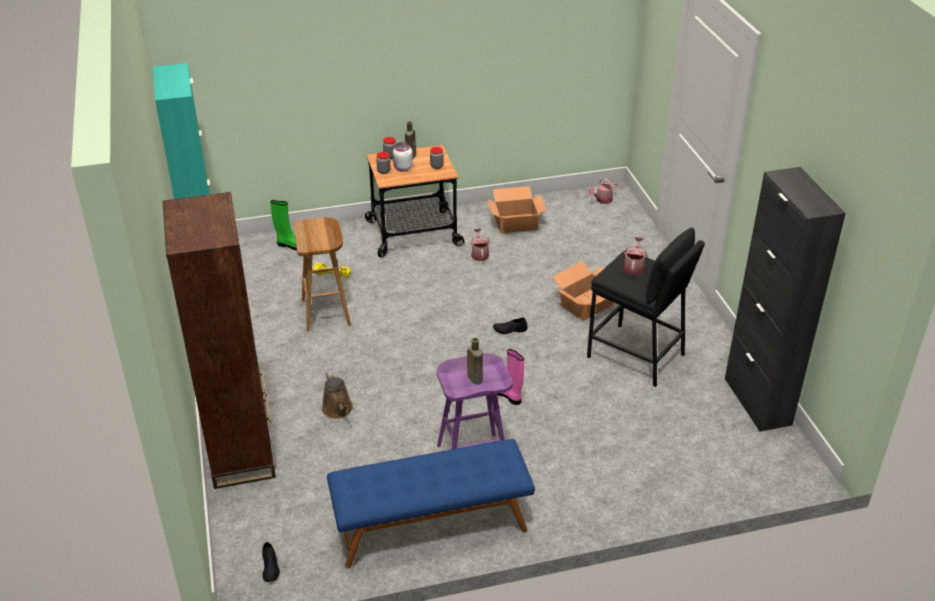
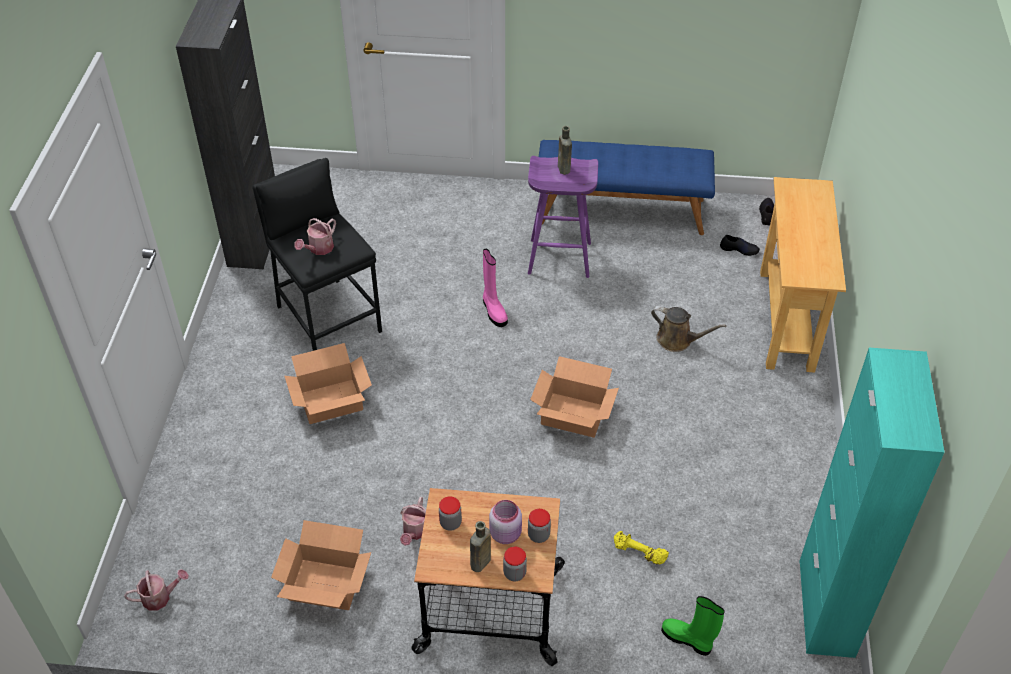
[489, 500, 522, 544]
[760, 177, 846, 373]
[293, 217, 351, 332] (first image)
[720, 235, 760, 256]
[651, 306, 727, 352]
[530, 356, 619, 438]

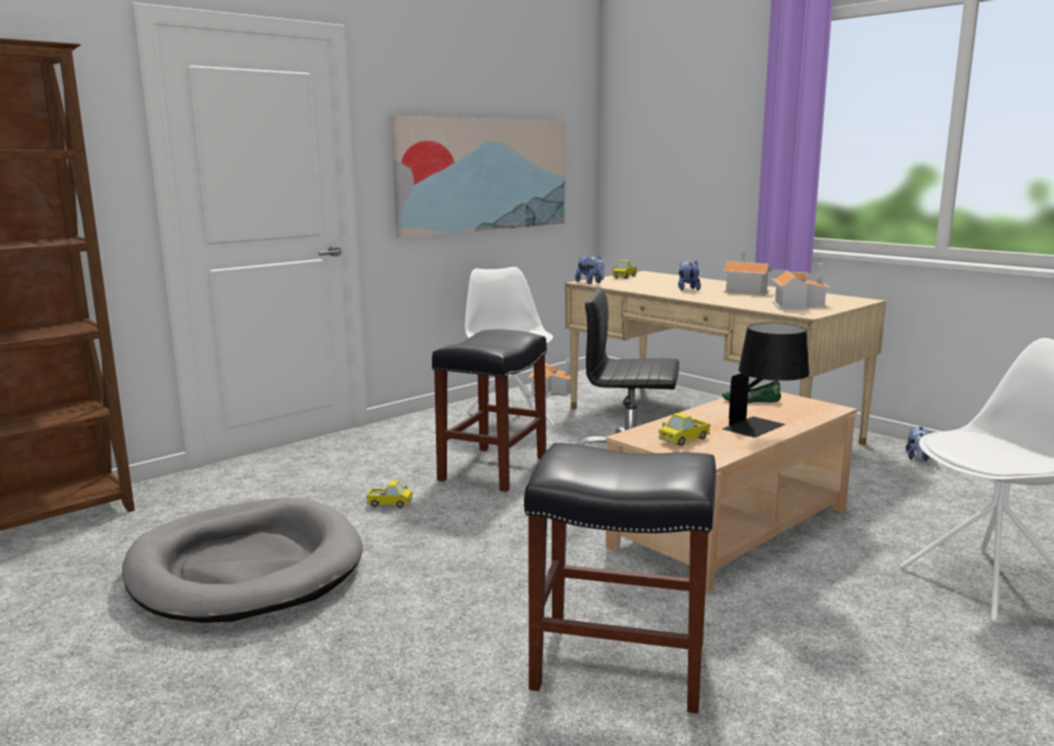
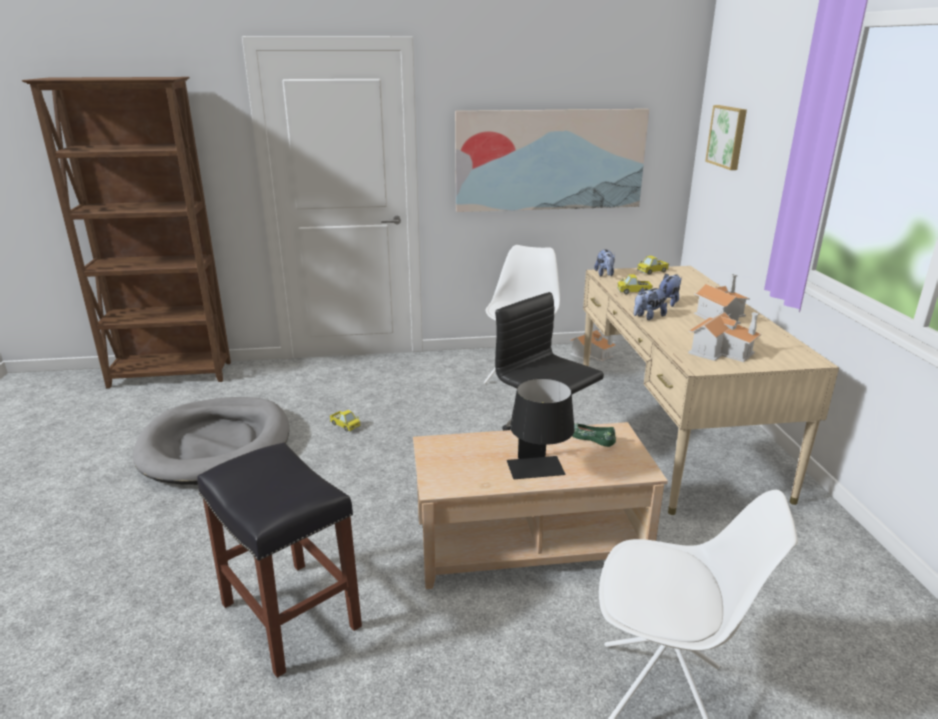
[432, 329, 547, 492] (first image)
[617, 274, 653, 295]
[634, 287, 667, 320]
[705, 105, 747, 170]

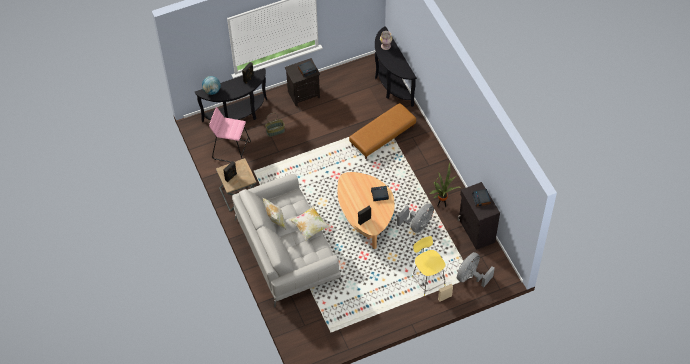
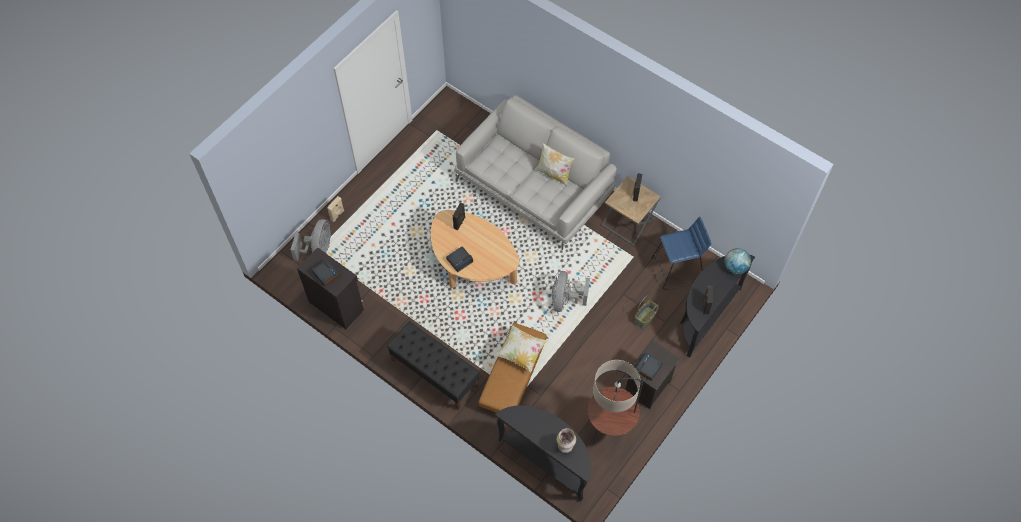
[651, 217, 711, 290]
[430, 162, 462, 207] (first image)
[552, 271, 590, 312]
[495, 325, 548, 372]
[412, 236, 445, 296] (first image)
[387, 321, 479, 410]
[588, 360, 643, 443]

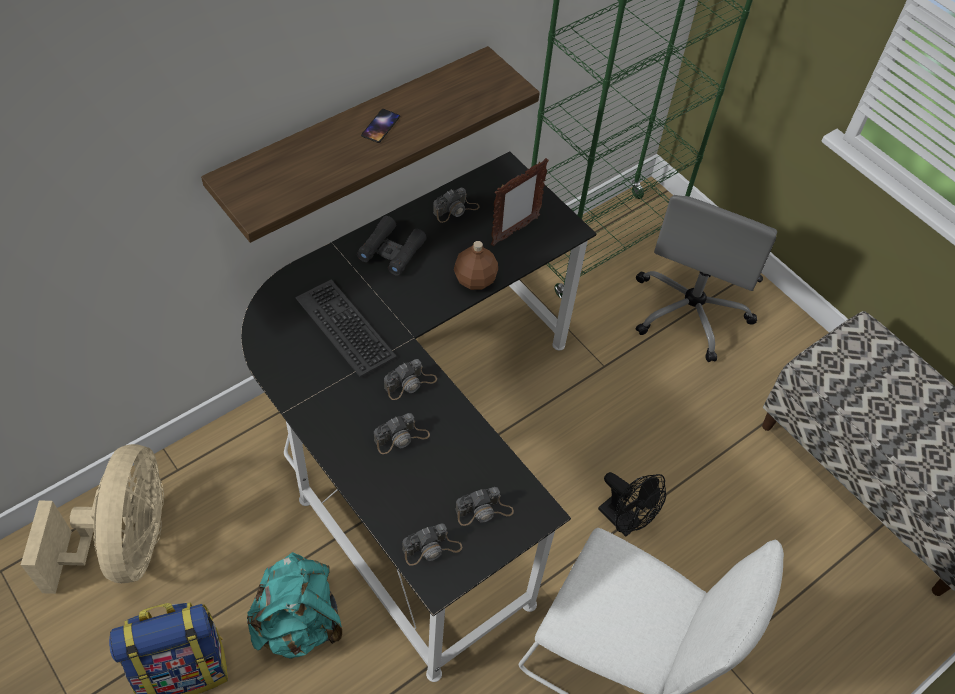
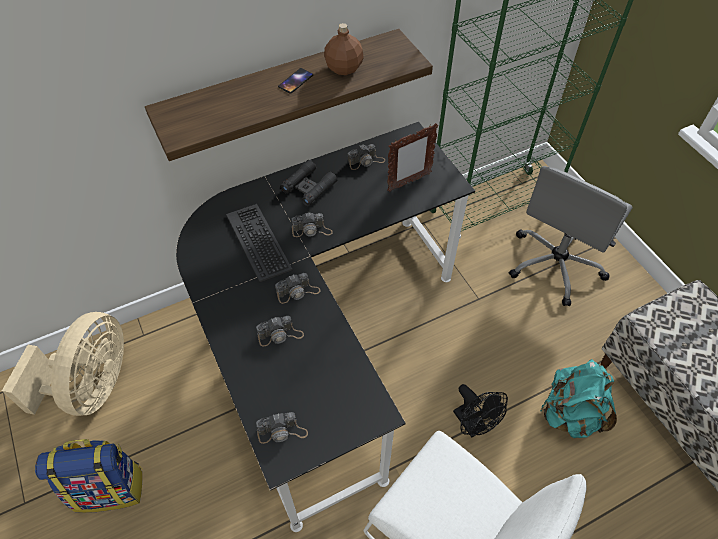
[324, 23, 364, 75]
[292, 212, 333, 237]
[541, 359, 617, 438]

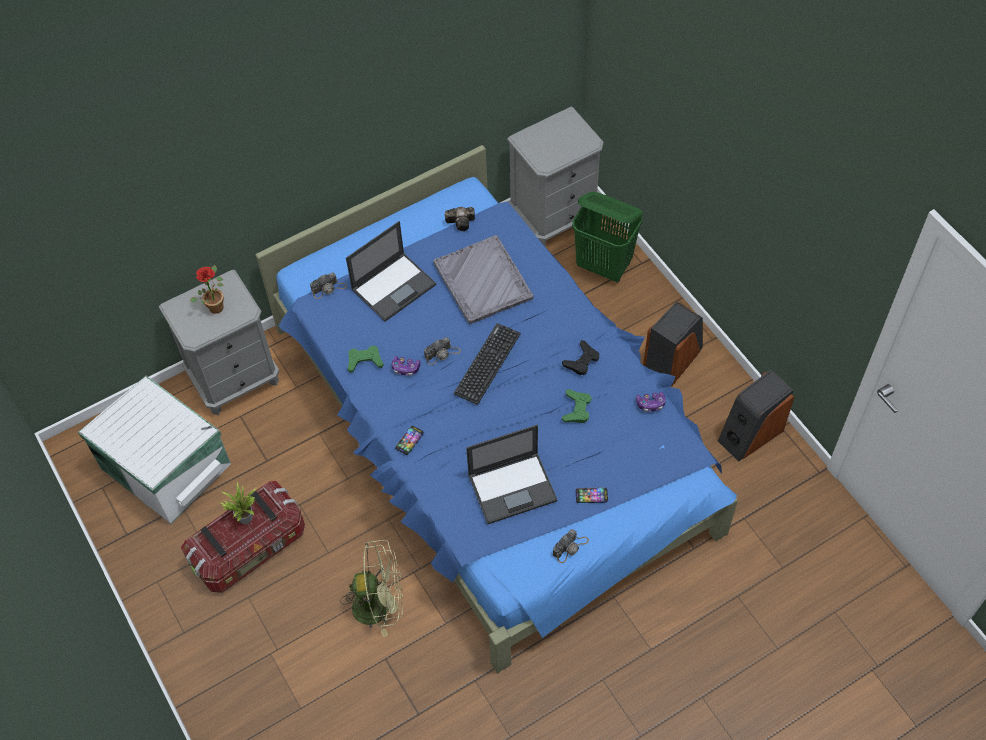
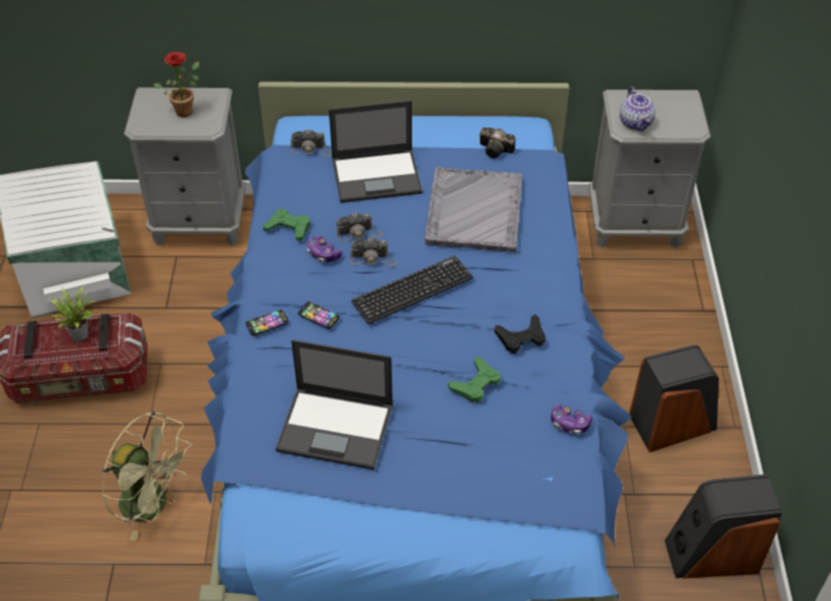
[572, 192, 643, 283] (first image)
[298, 301, 340, 329]
[336, 213, 382, 241]
[620, 87, 656, 131]

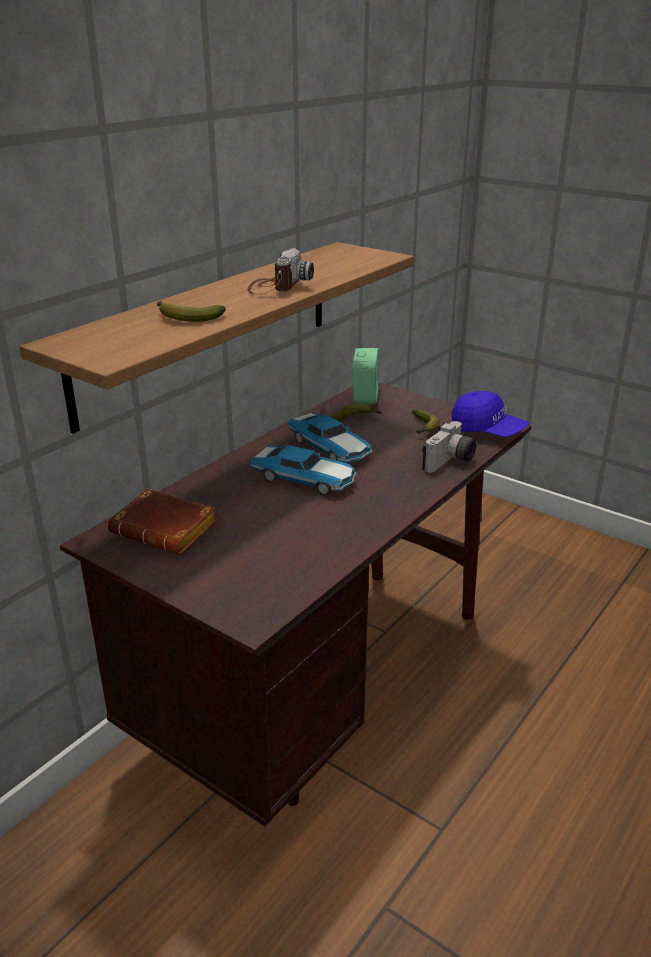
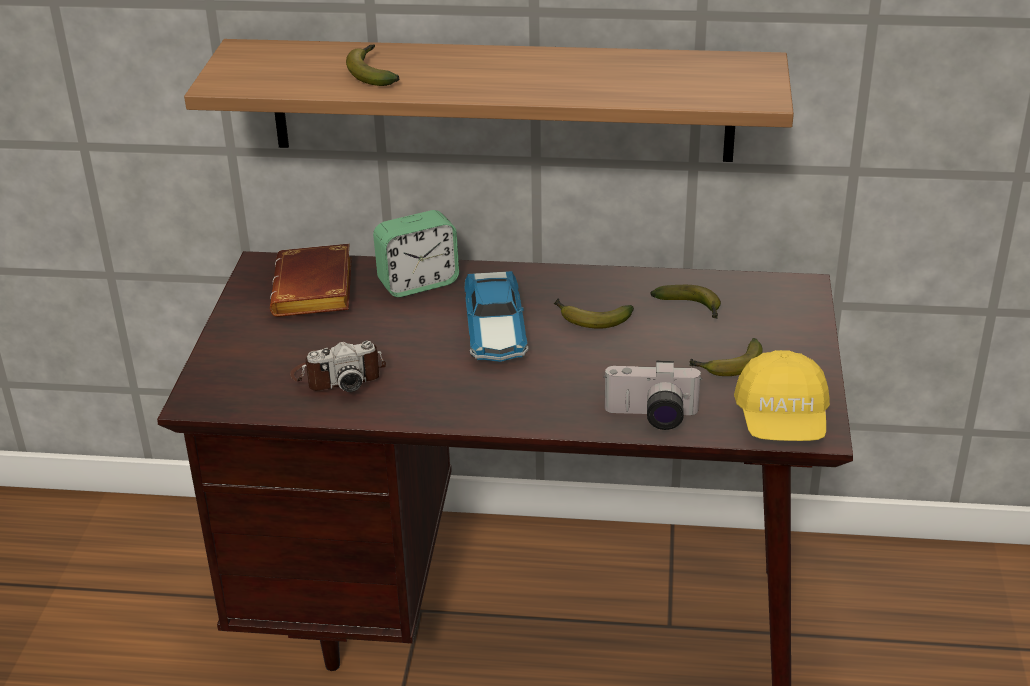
[290, 341, 386, 392]
[373, 210, 459, 297]
[734, 350, 830, 441]
[554, 299, 634, 328]

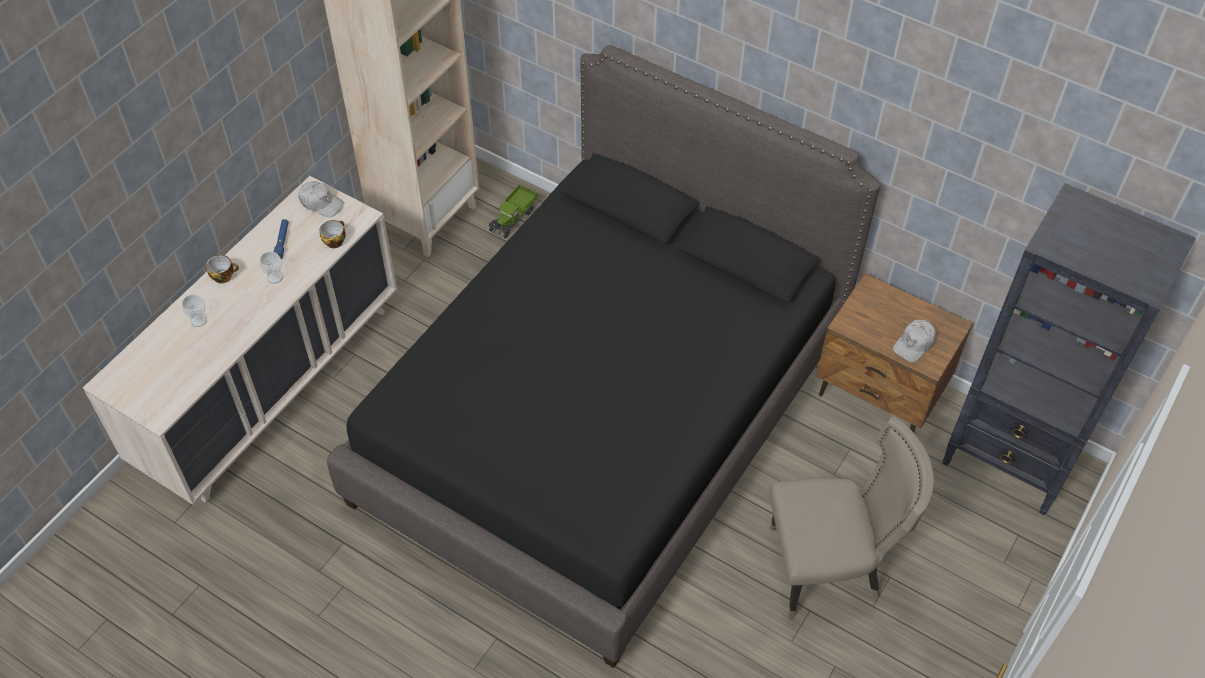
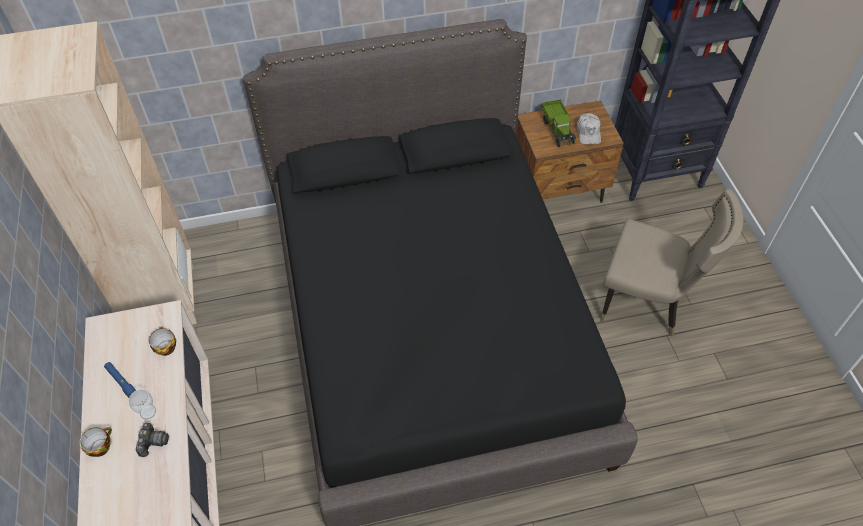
[298, 181, 344, 217] (first image)
[541, 99, 576, 147]
[182, 295, 207, 327] (first image)
[600, 189, 744, 336]
[136, 423, 169, 457]

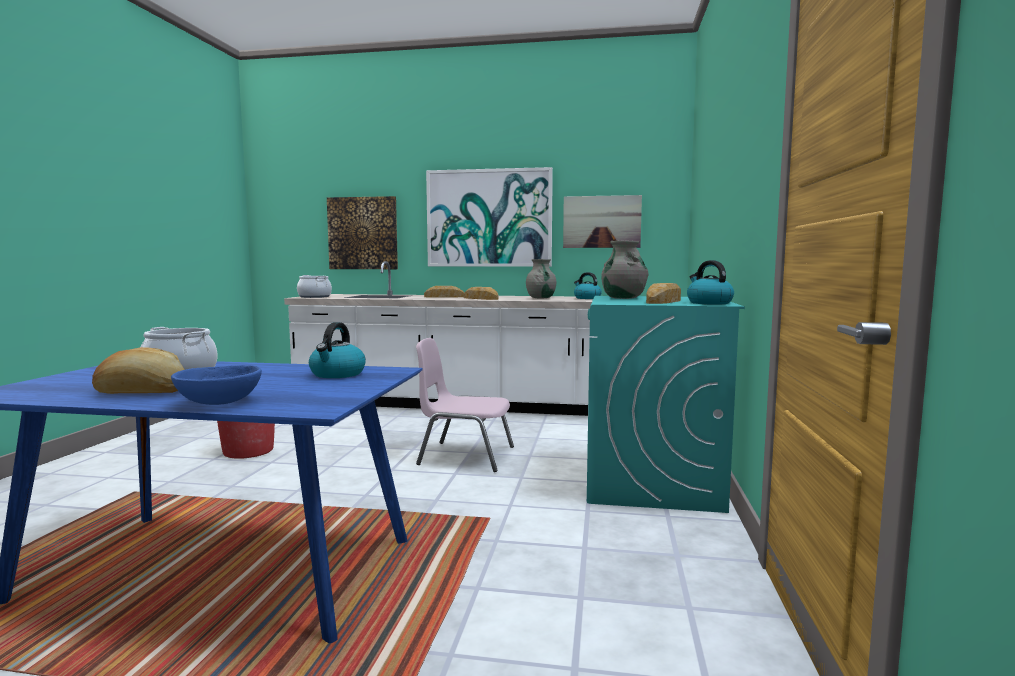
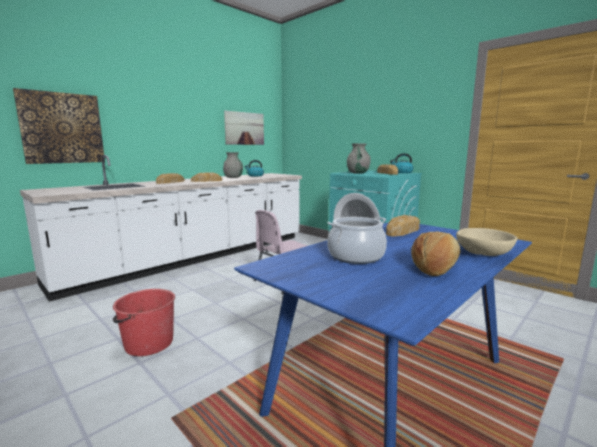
[426, 167, 553, 267] (first image)
[297, 275, 332, 298] (first image)
[386, 215, 420, 236]
[456, 228, 517, 256]

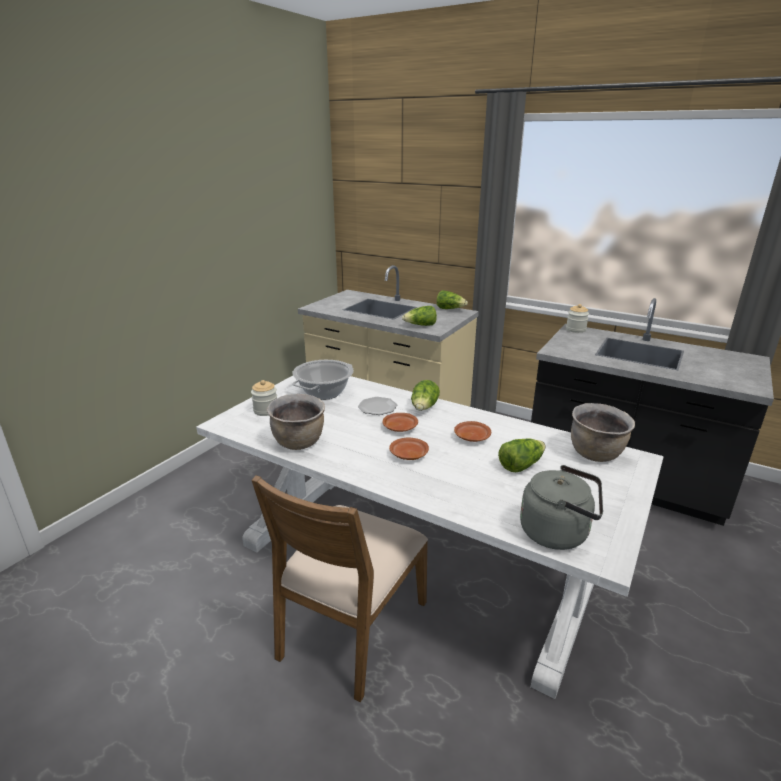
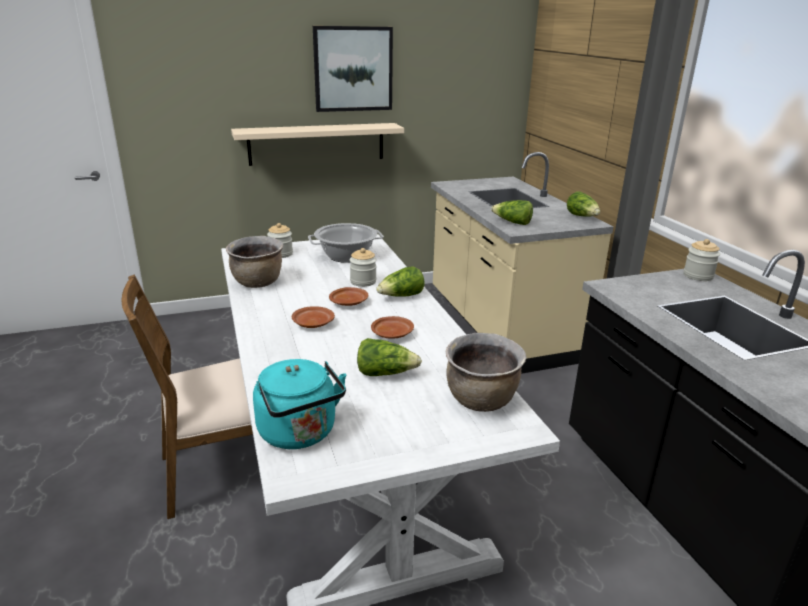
[350, 248, 377, 287]
[253, 359, 346, 449]
[313, 26, 393, 112]
[231, 123, 404, 166]

